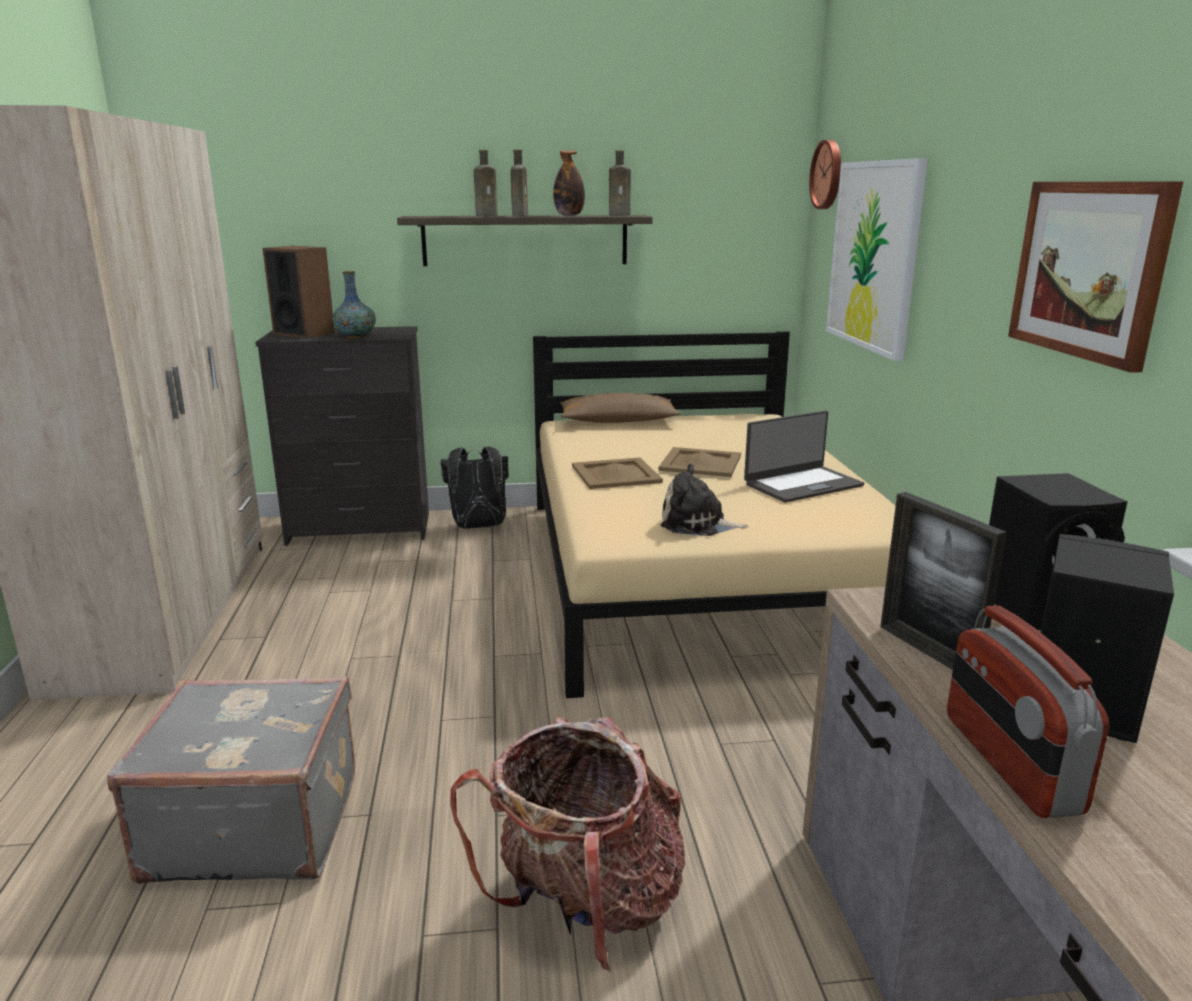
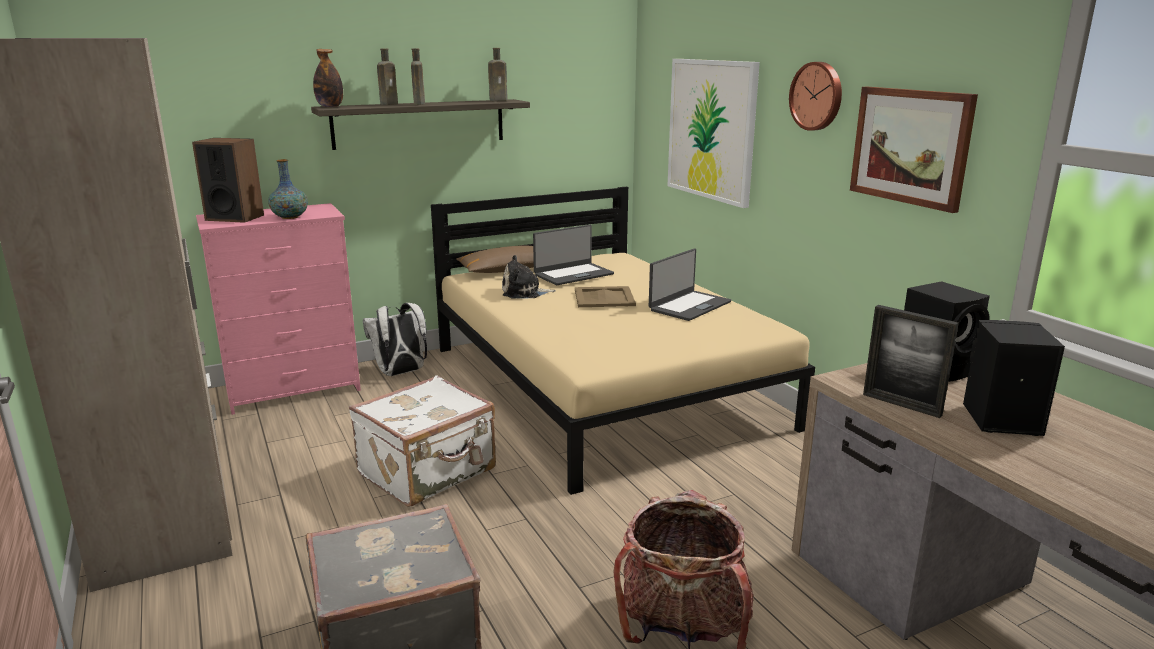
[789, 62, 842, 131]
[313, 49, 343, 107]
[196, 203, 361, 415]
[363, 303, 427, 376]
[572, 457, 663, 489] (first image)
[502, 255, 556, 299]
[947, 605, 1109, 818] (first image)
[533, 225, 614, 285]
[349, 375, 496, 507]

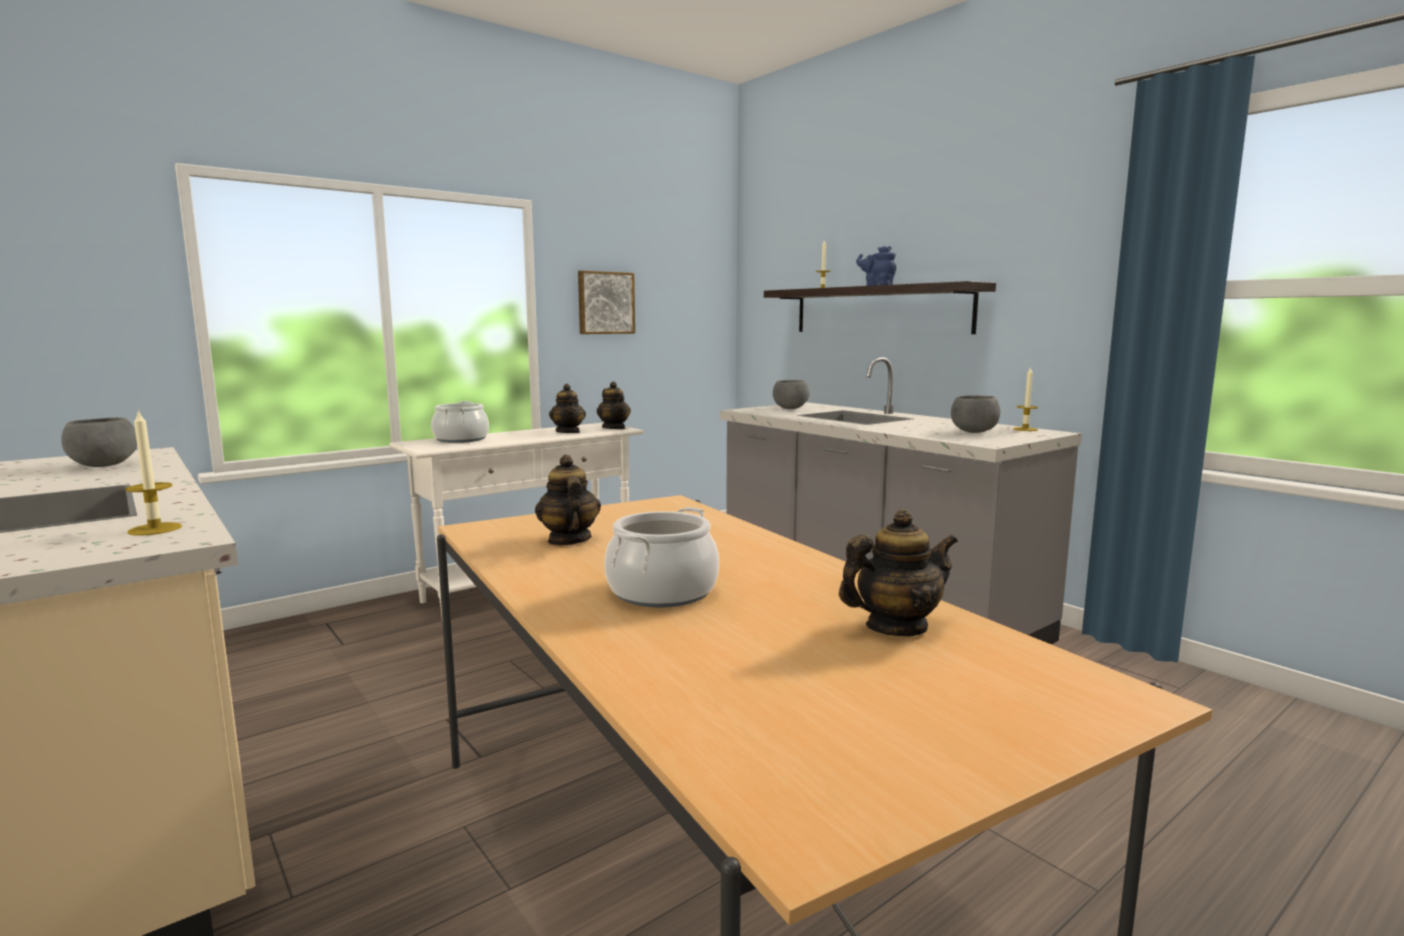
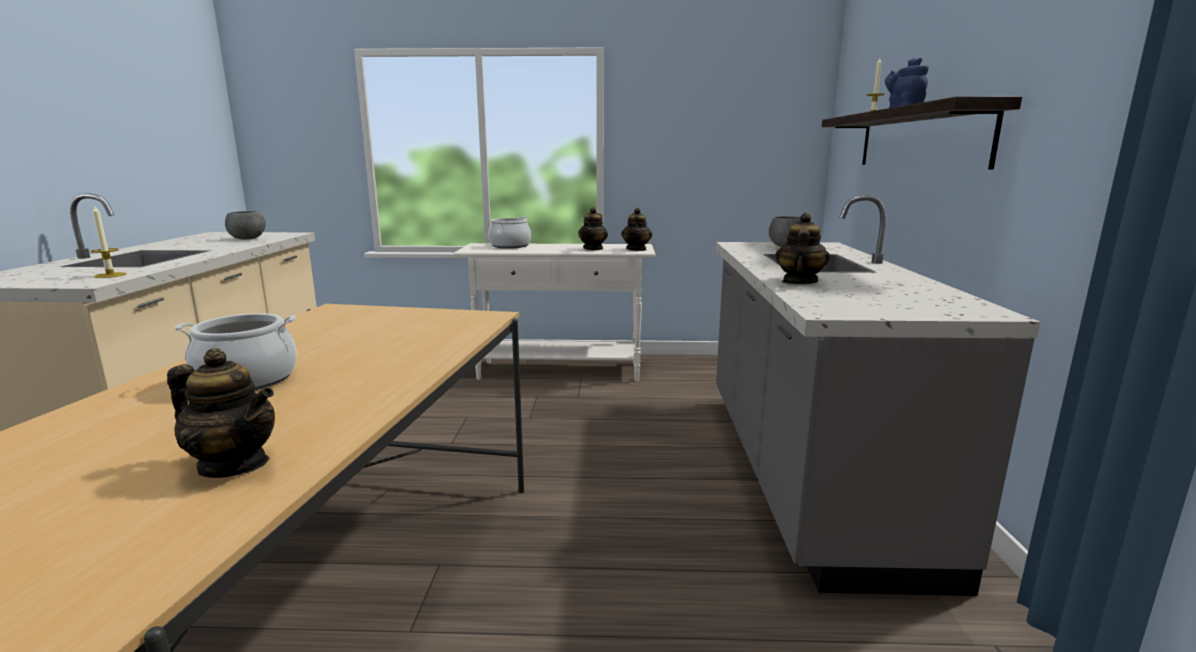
[578, 271, 635, 334] (first image)
[1013, 366, 1038, 431] (first image)
[951, 395, 1000, 433] (first image)
[775, 213, 830, 284]

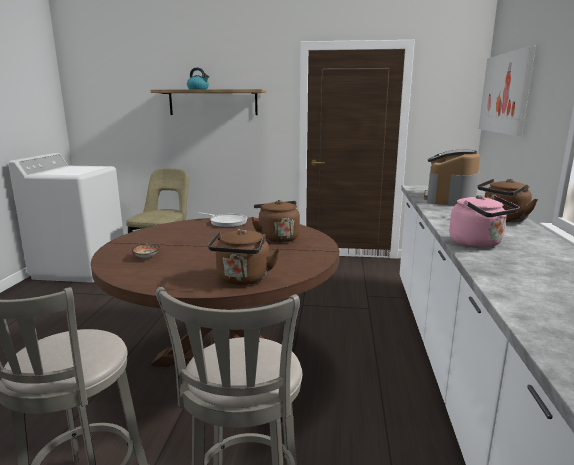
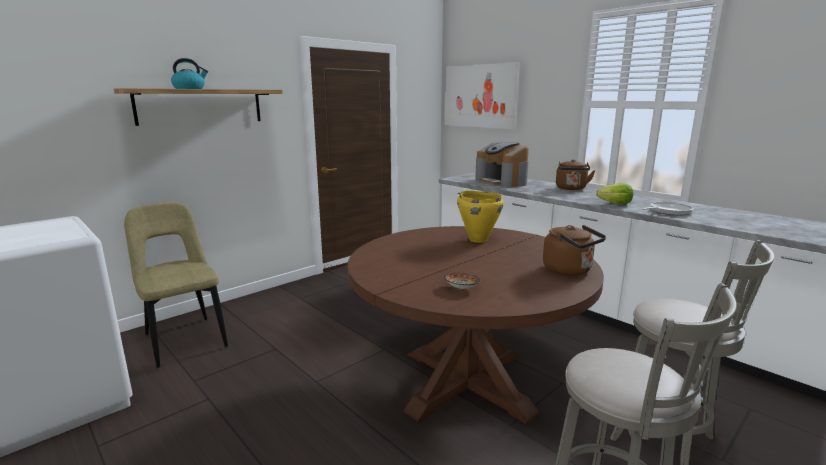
[596, 183, 633, 204]
[457, 191, 504, 243]
[641, 202, 693, 215]

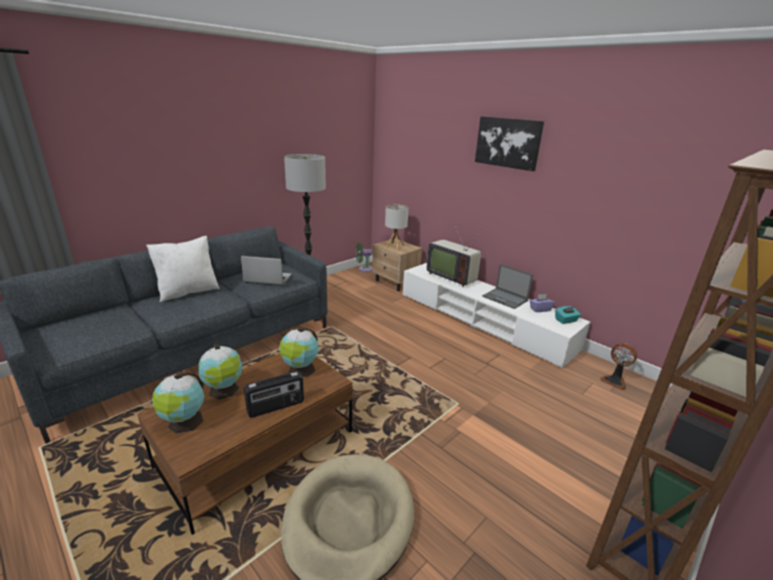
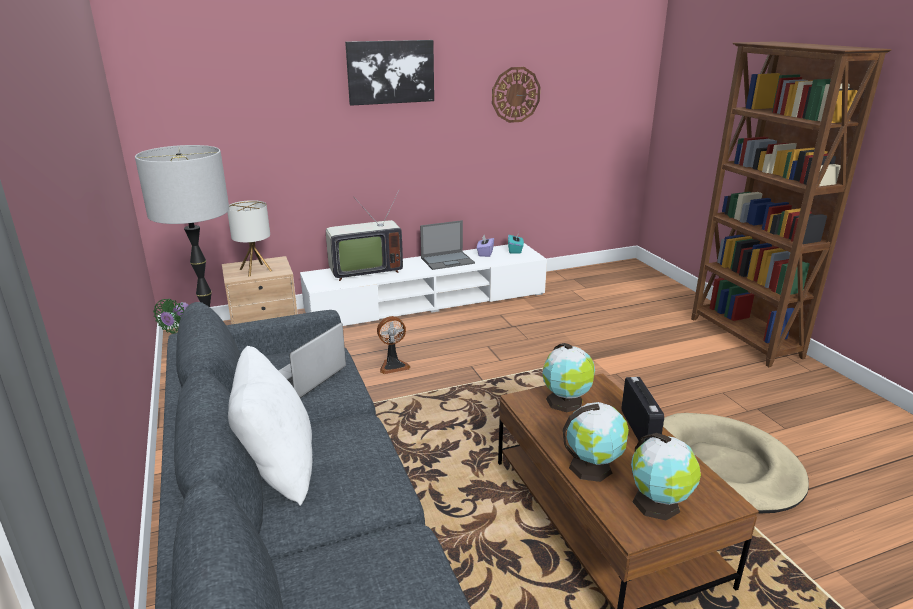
[377, 316, 410, 374]
[492, 67, 540, 123]

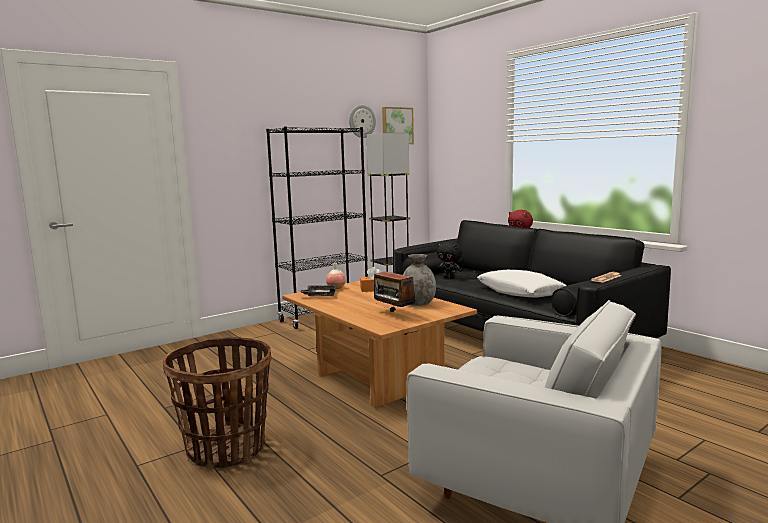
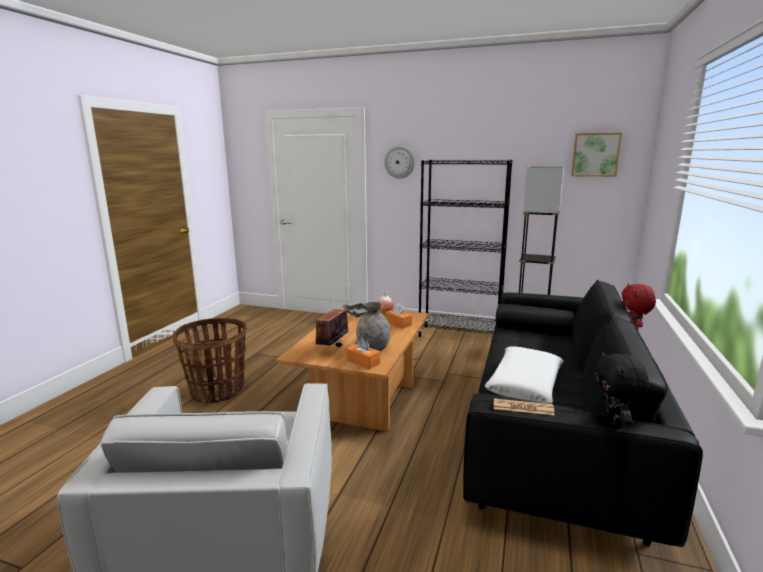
[384, 146, 415, 179]
[594, 352, 649, 429]
[347, 338, 380, 369]

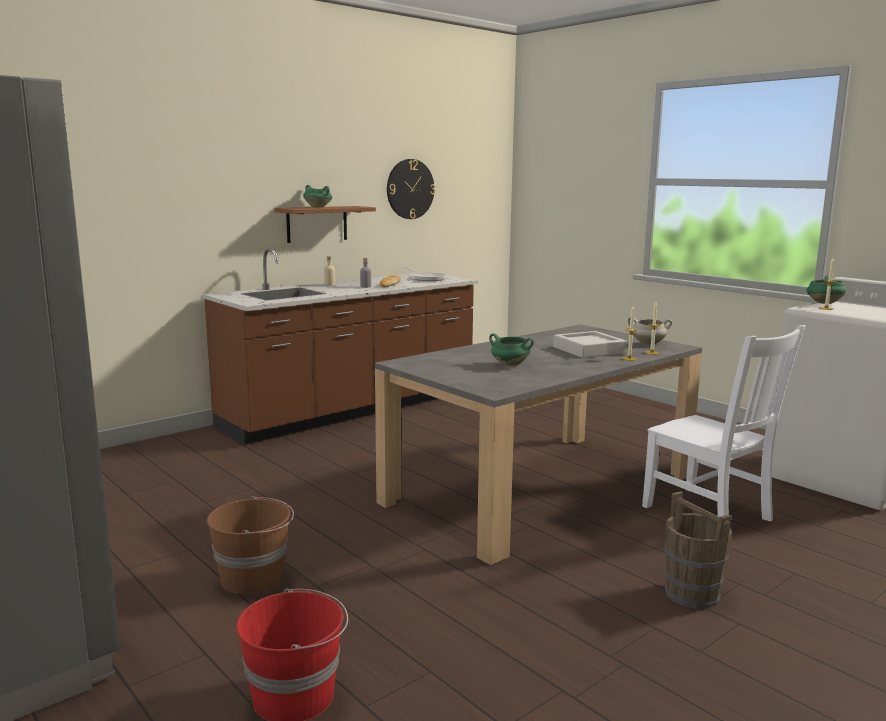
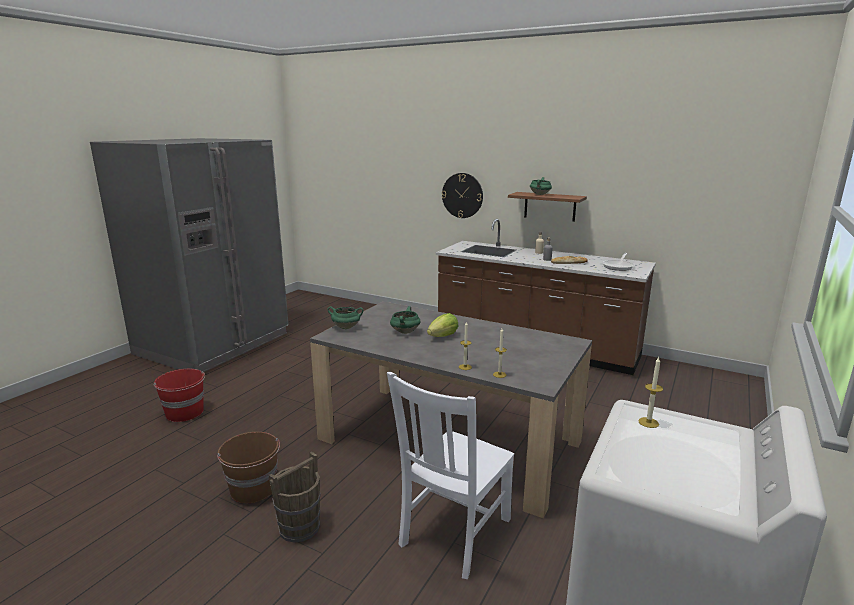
[442, 173, 483, 218]
[327, 306, 363, 329]
[628, 317, 672, 345] (first image)
[553, 331, 627, 358] (first image)
[217, 432, 280, 503]
[427, 313, 459, 337]

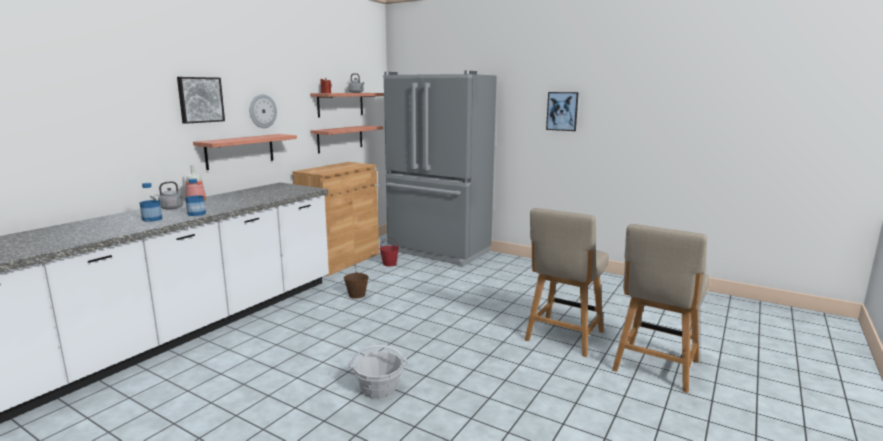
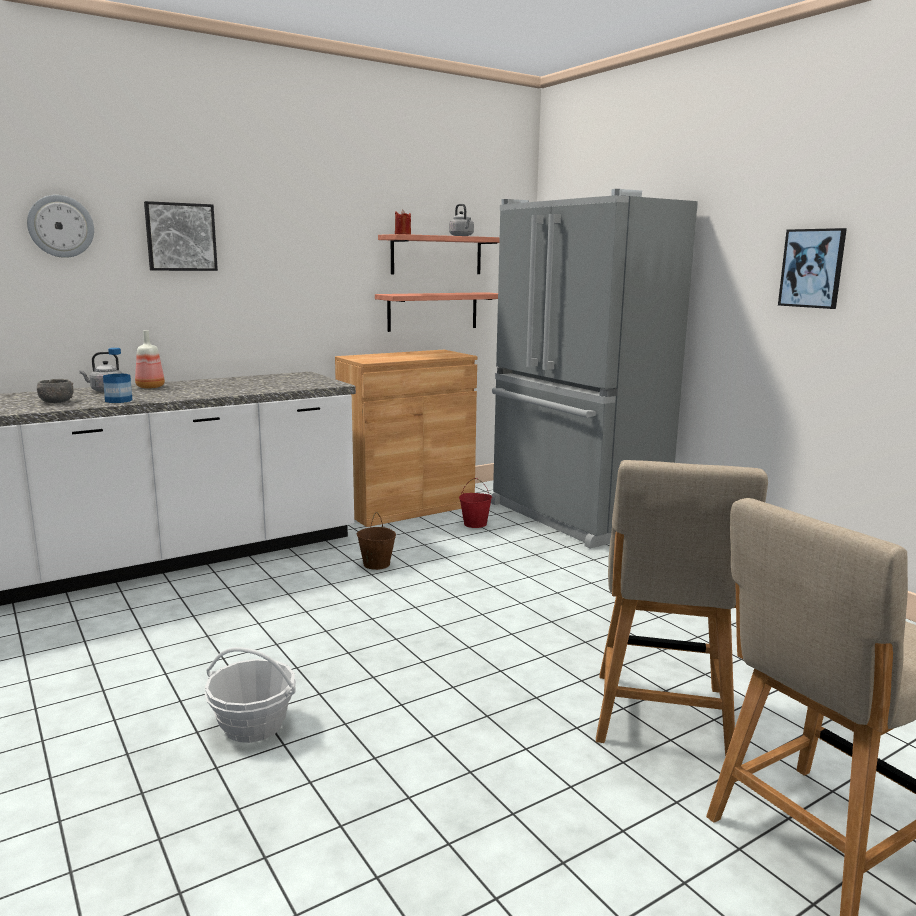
[27, 195, 94, 258]
[193, 134, 297, 170] (first image)
[37, 379, 74, 403]
[596, 460, 768, 756]

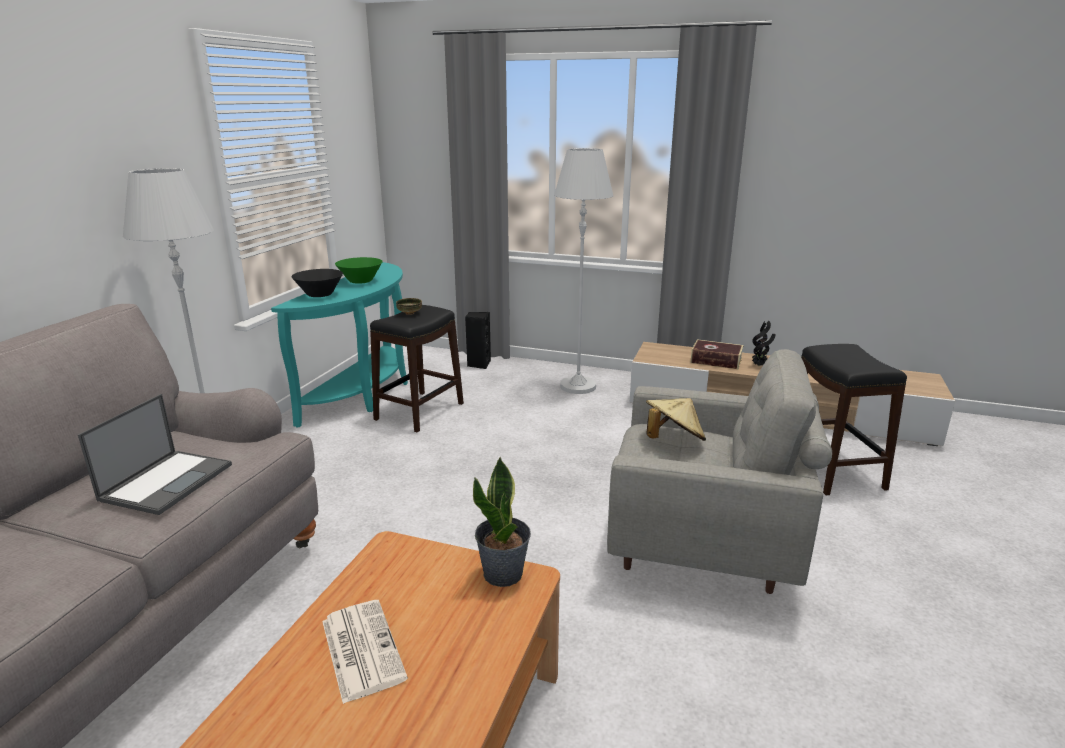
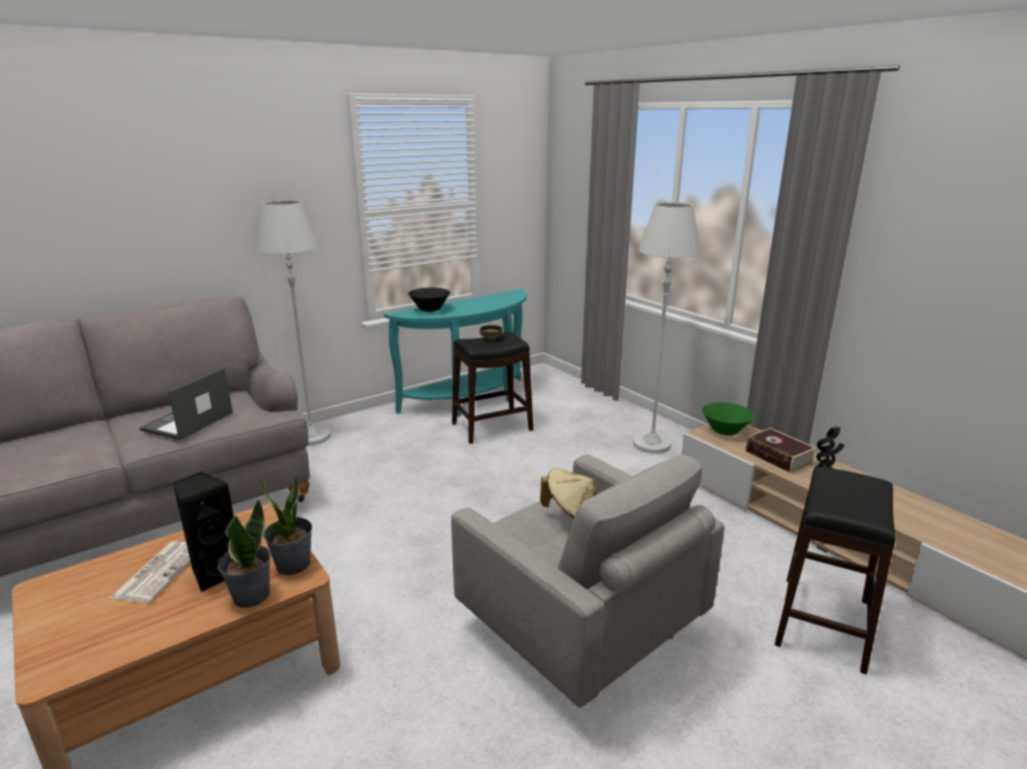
[702, 402, 754, 436]
[173, 472, 234, 592]
[140, 368, 233, 440]
[218, 499, 271, 608]

